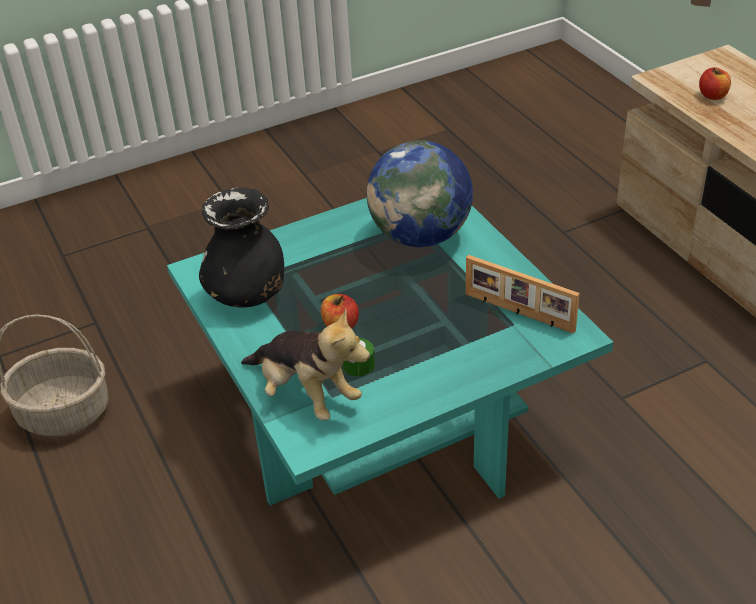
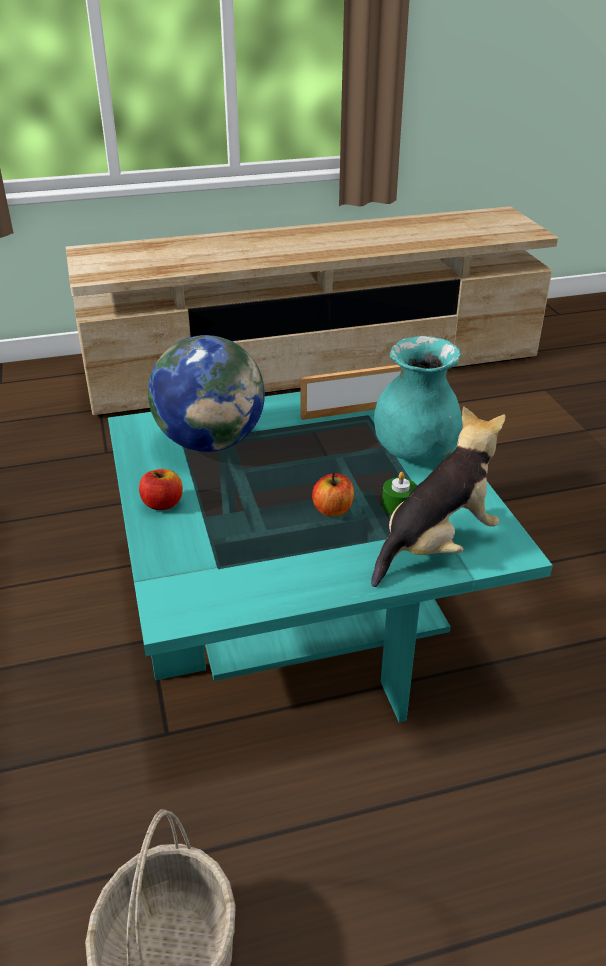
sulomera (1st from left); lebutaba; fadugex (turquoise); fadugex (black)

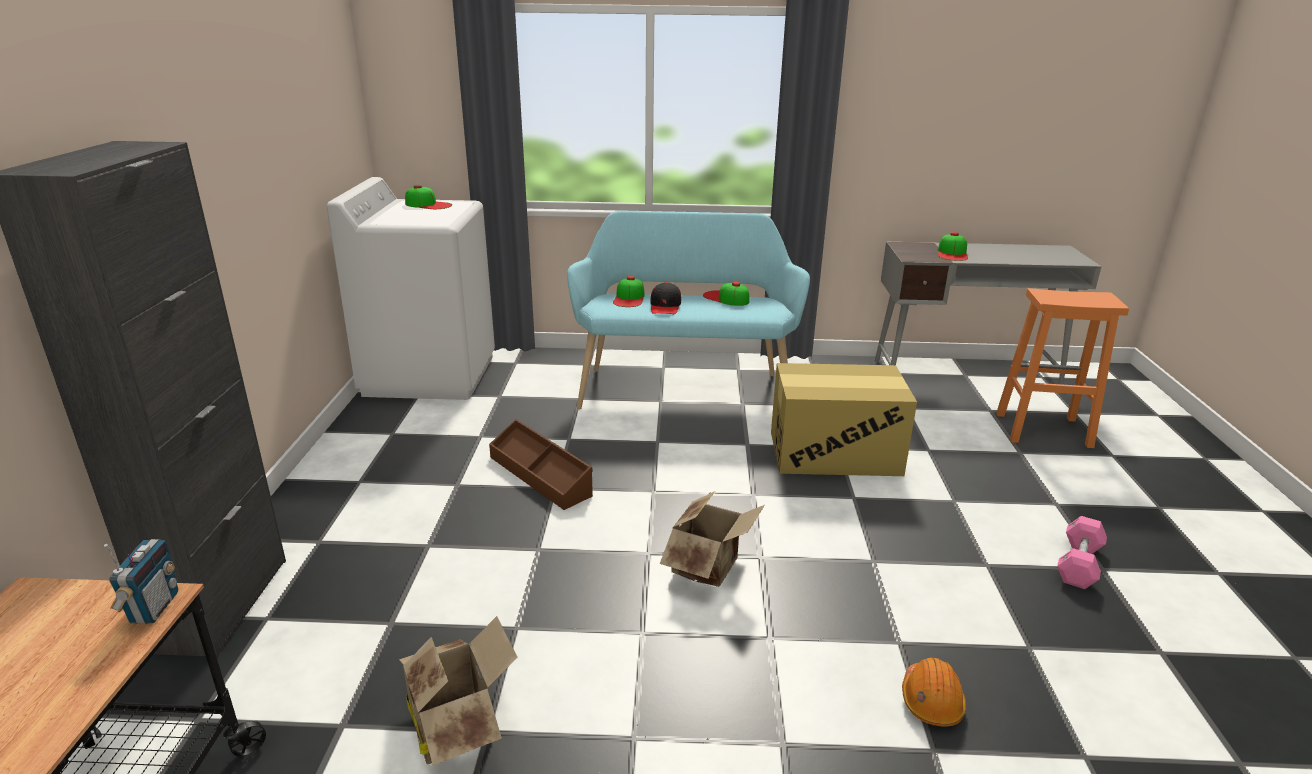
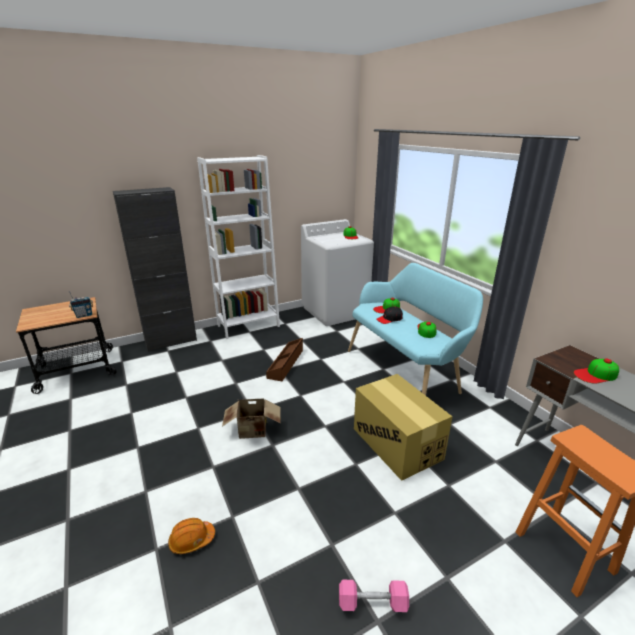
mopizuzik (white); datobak (1st from left in the first image)

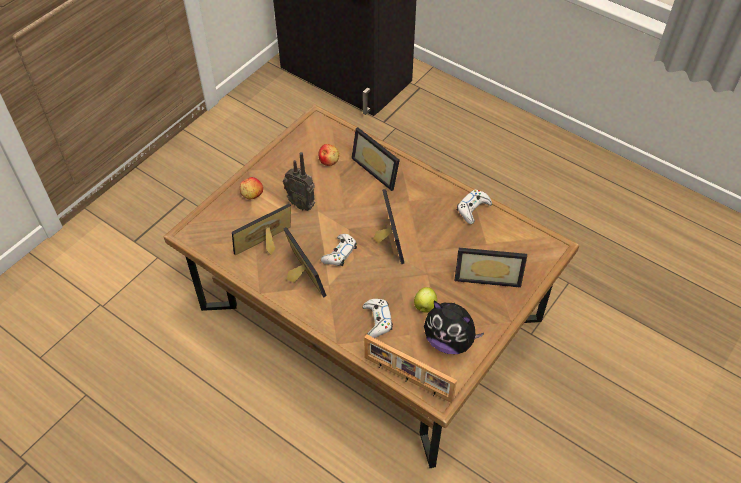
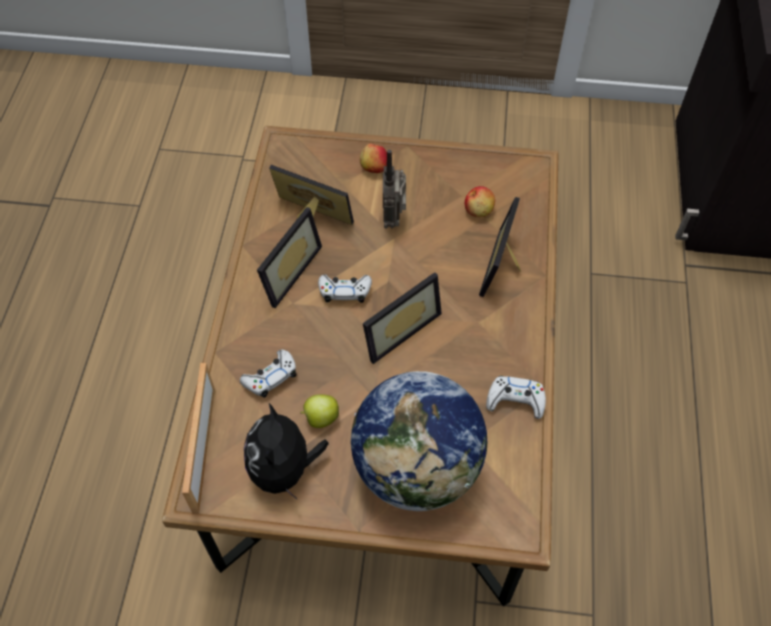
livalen

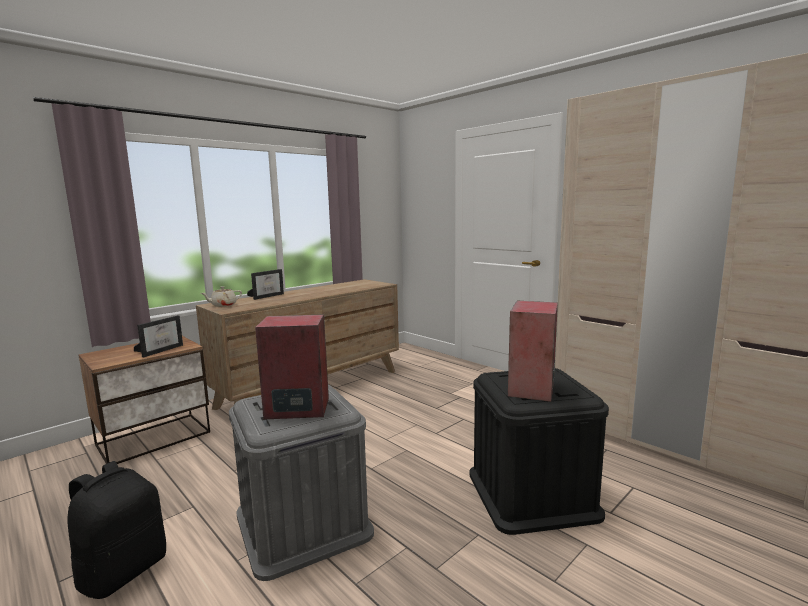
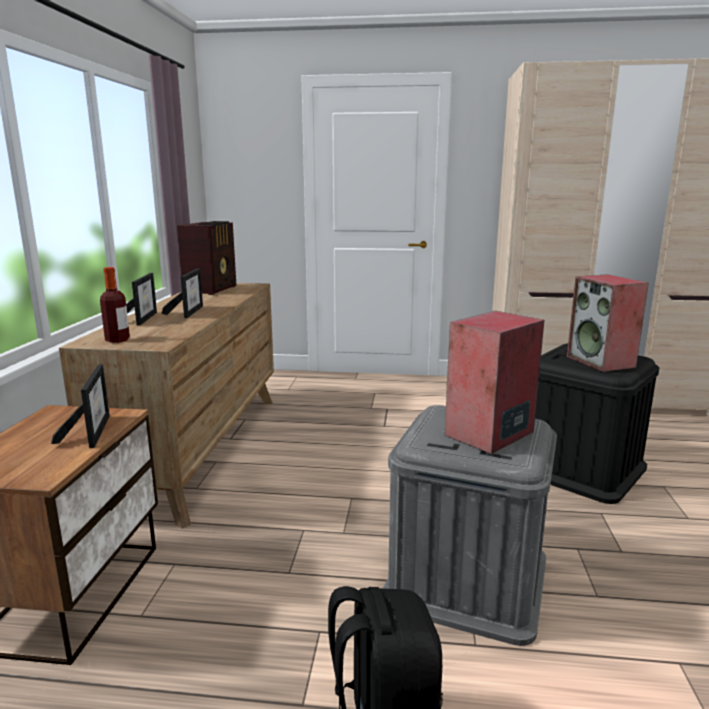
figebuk; lebutaba (3rd from left); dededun

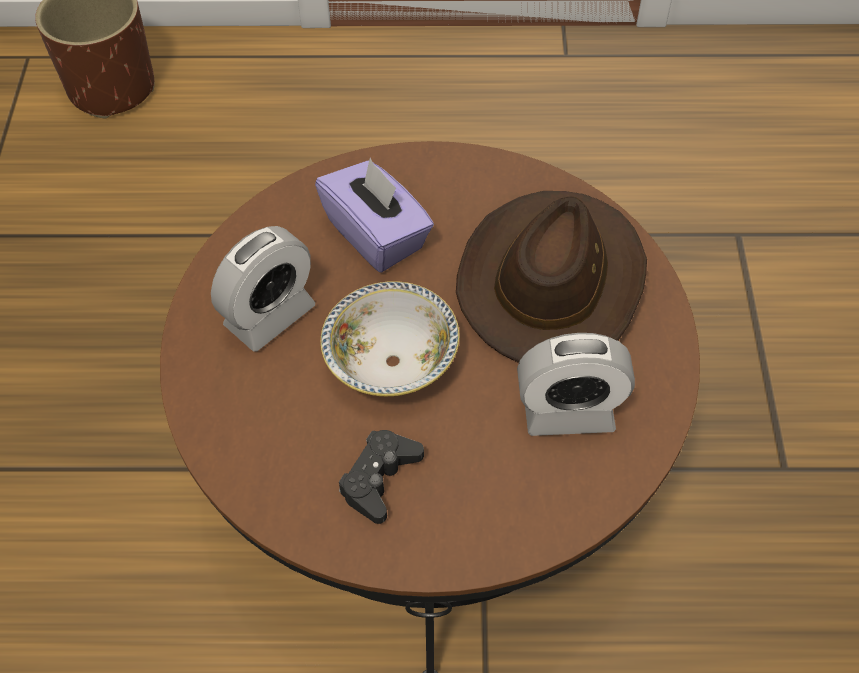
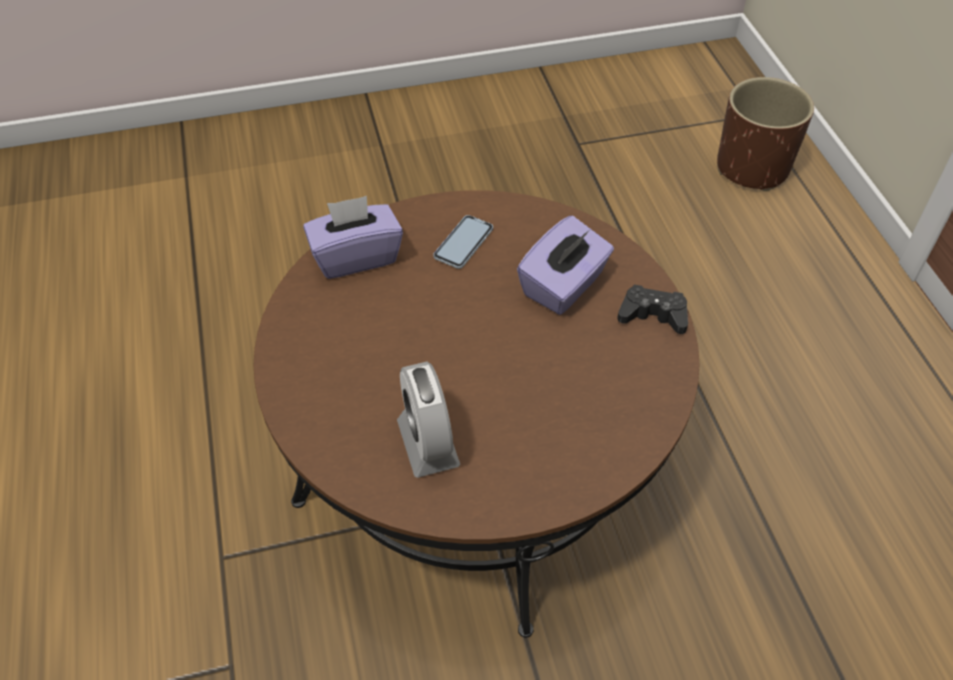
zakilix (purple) (1st from left); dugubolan; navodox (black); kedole; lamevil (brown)

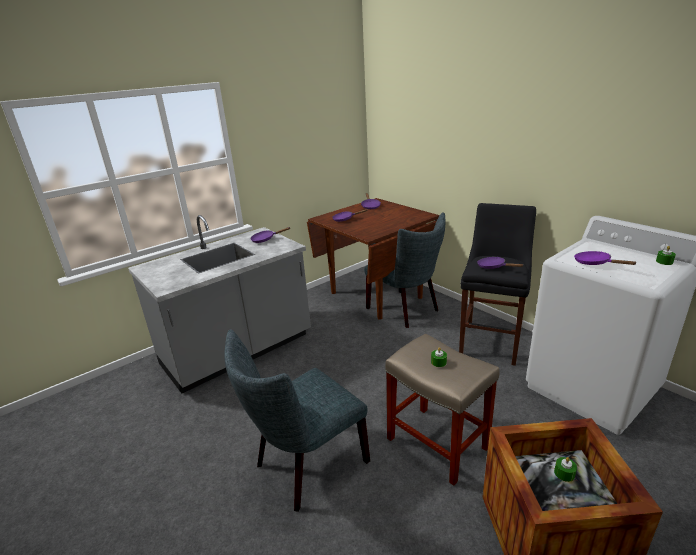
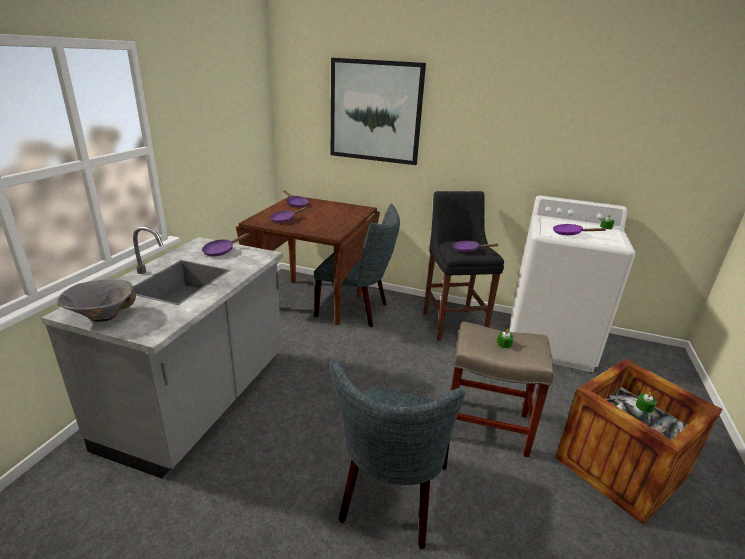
kedole (grey); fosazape

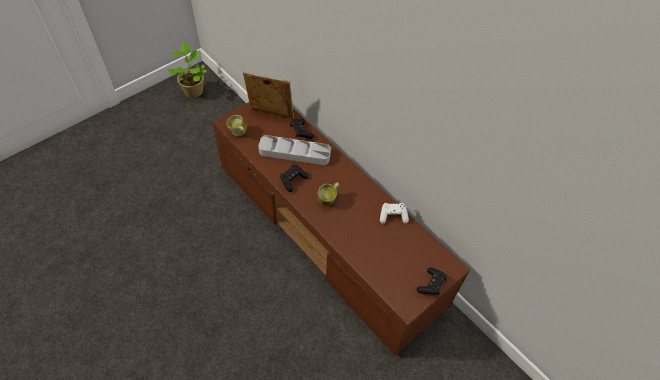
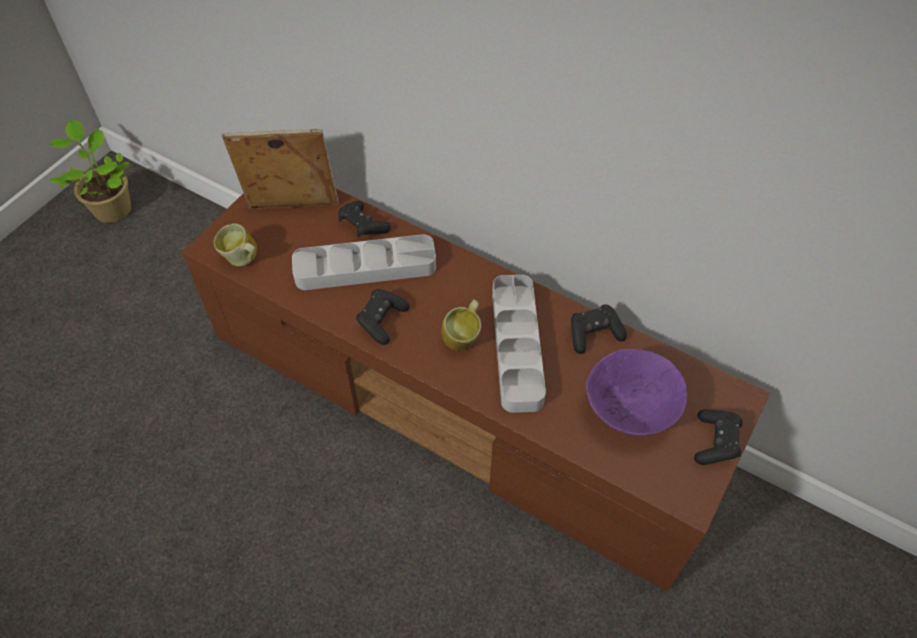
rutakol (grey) (2nd from left); navodox (black) (3rd from left); kedole (purple)

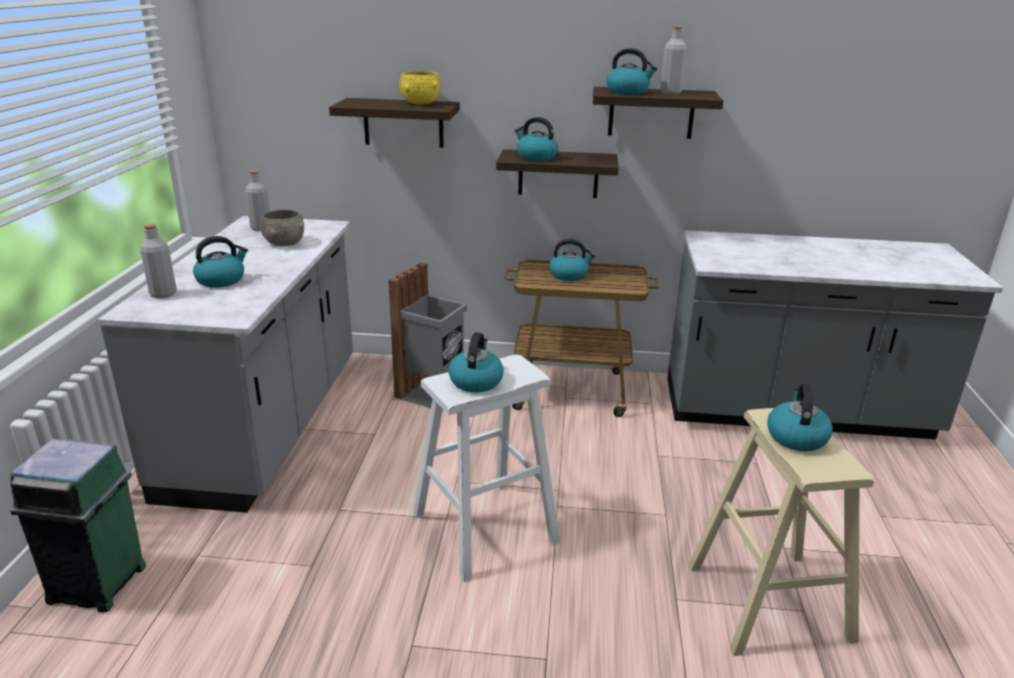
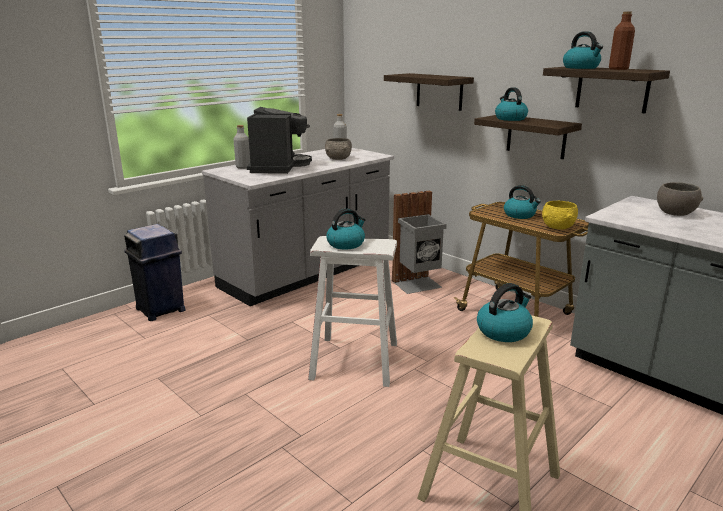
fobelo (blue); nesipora; kedole (yellow); figebuk (brown); kedole (grey) (2nd from left)

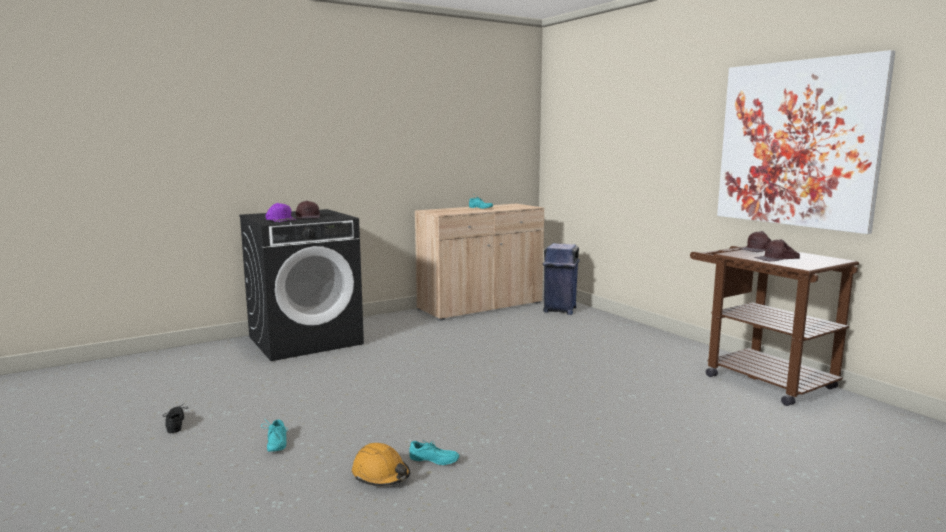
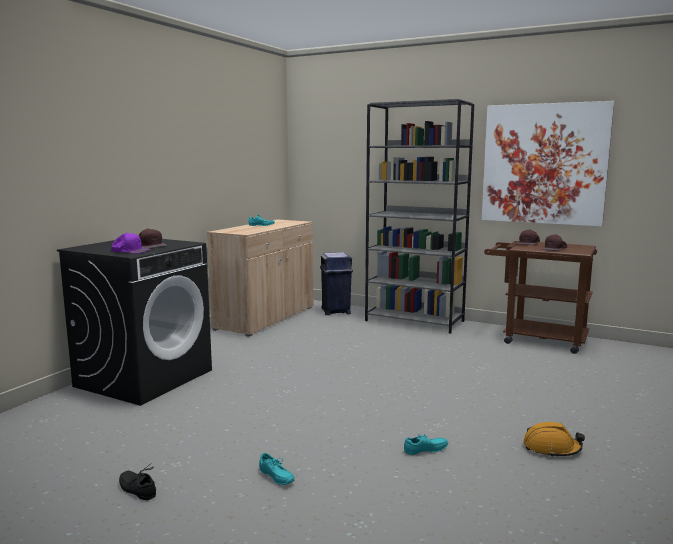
mopizuzik (grey); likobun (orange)

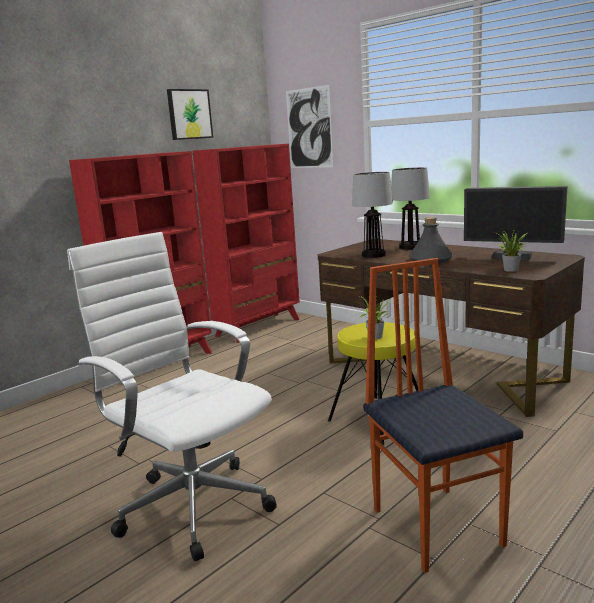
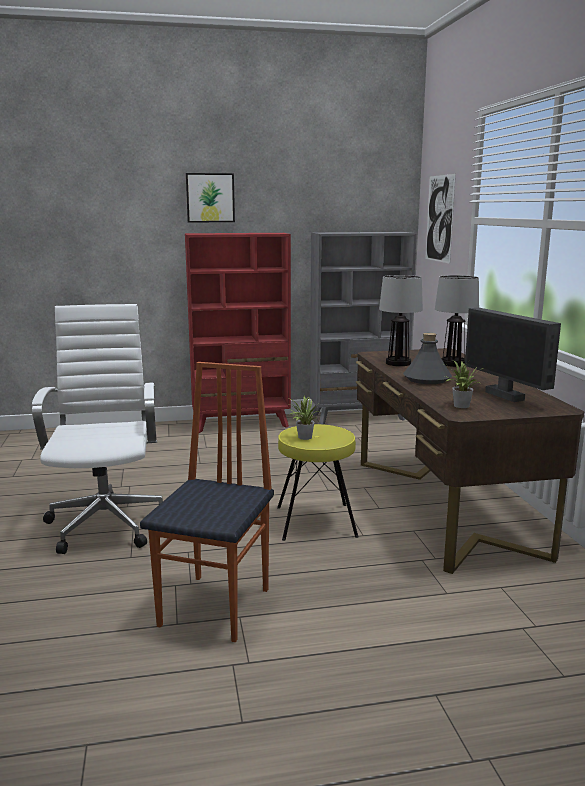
fosazape (1st from left); mopizuzik (grey)

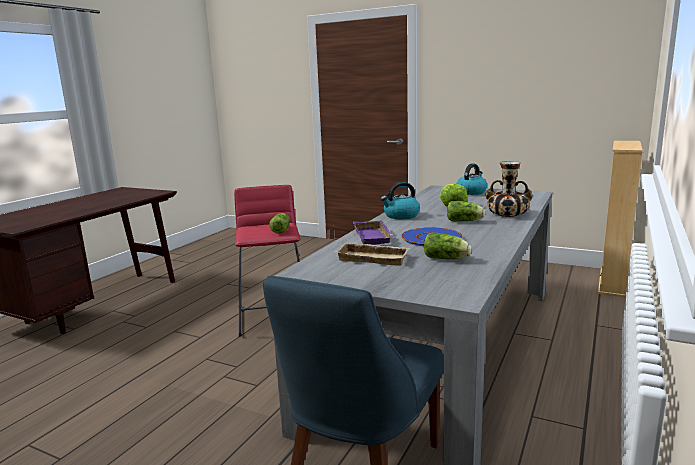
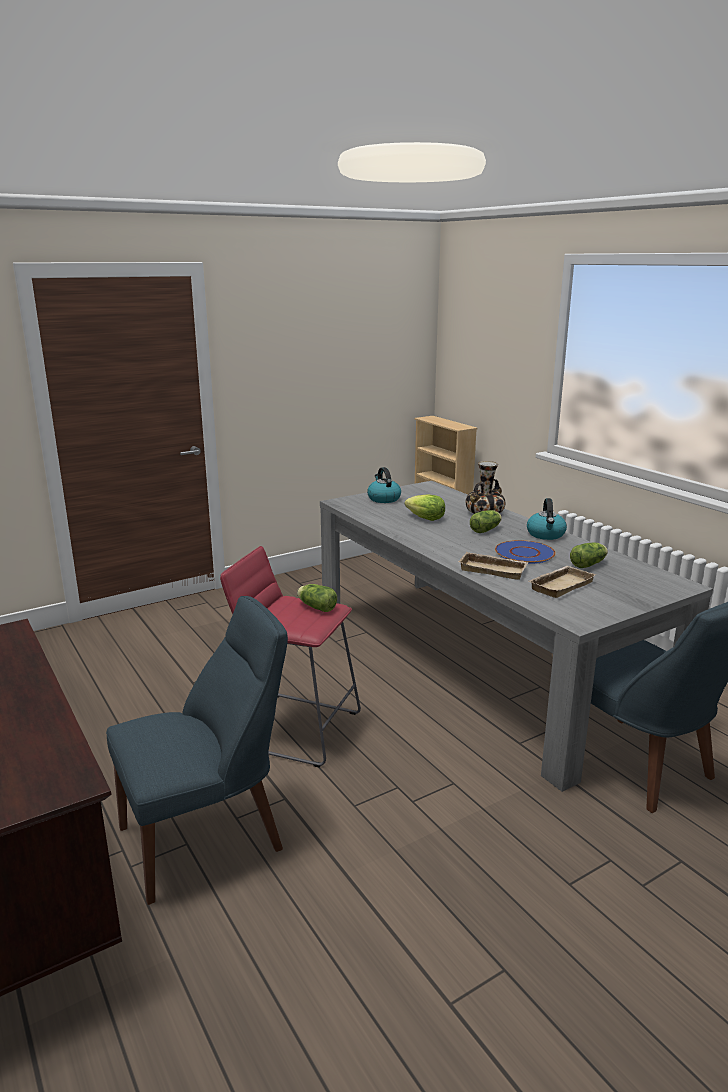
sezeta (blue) (1st from left); rutakol (beige) (1st from left); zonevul (2nd from left)

